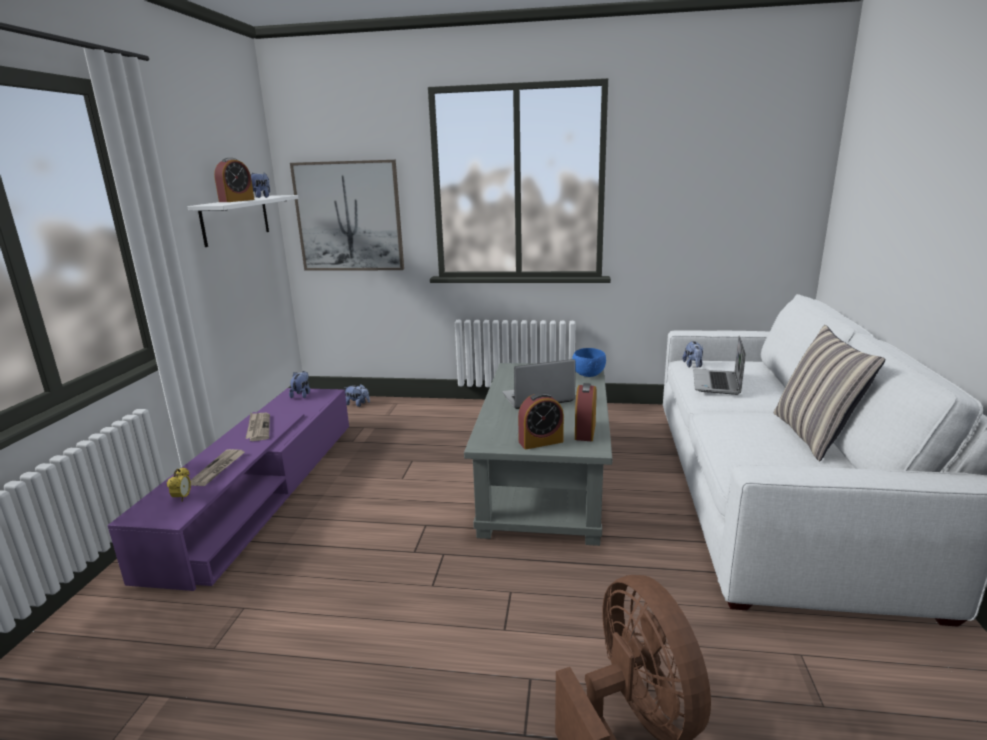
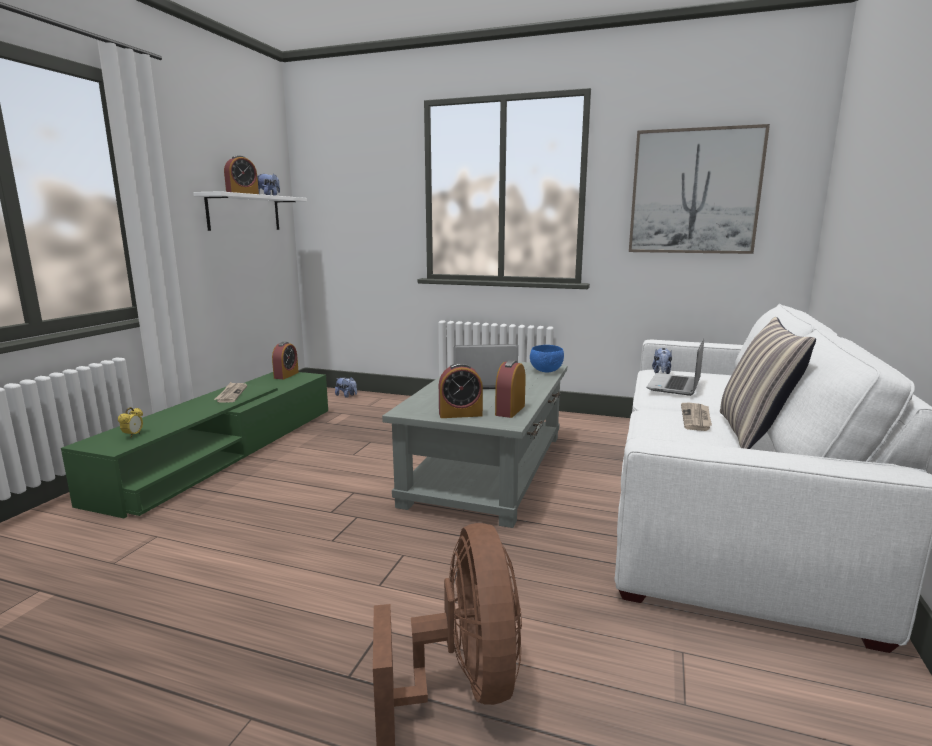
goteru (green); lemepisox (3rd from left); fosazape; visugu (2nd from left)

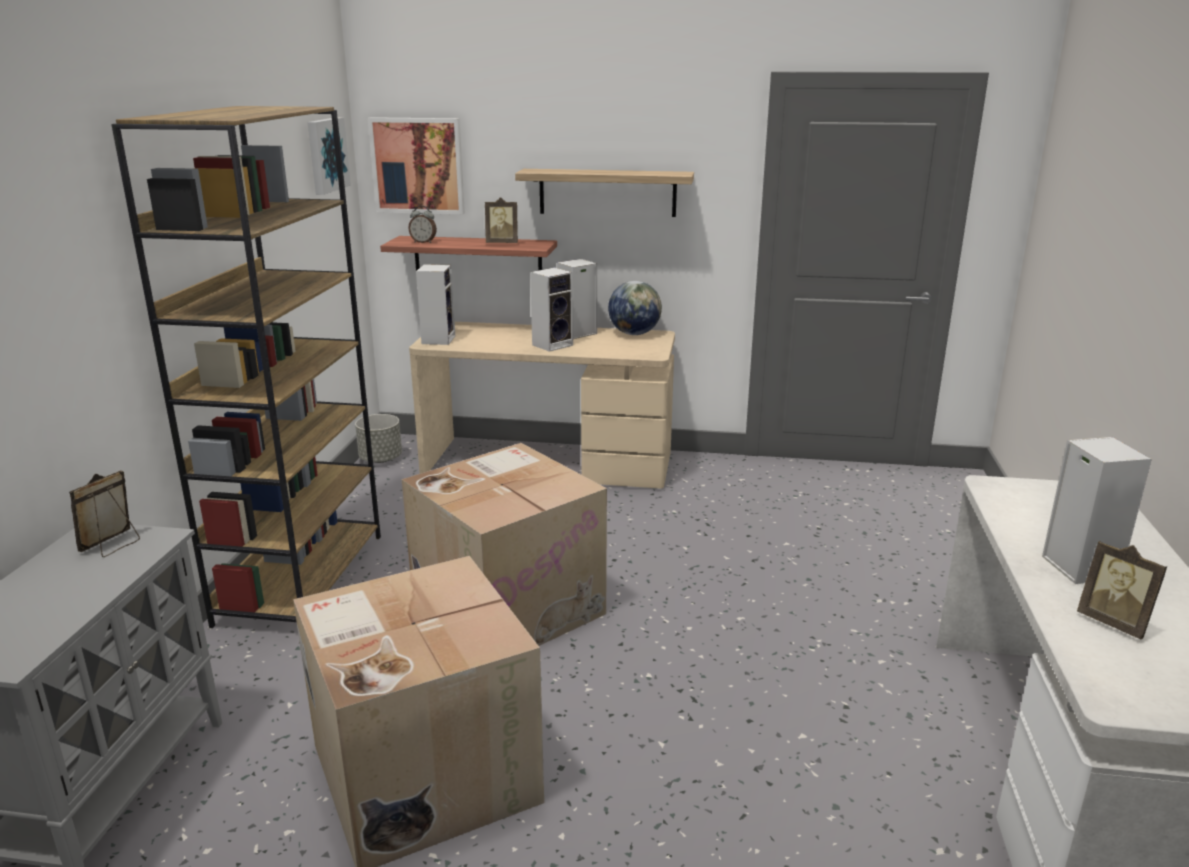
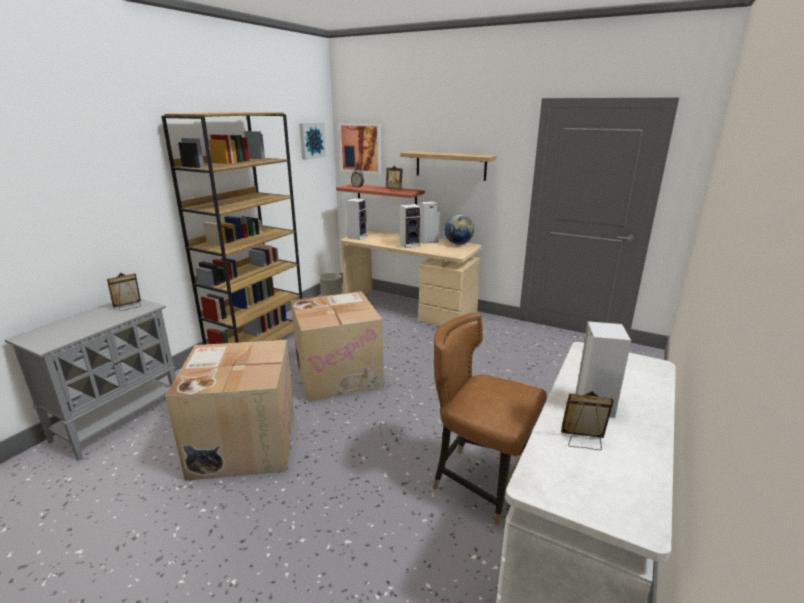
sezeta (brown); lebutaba (3rd from left)

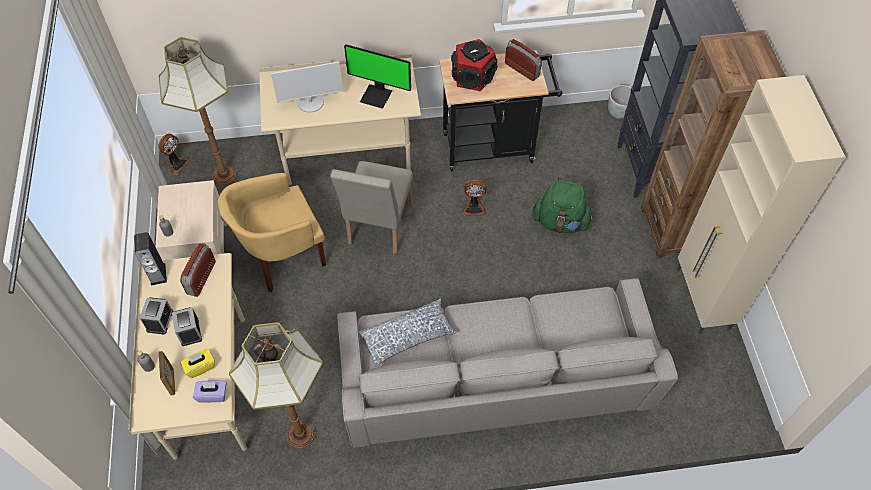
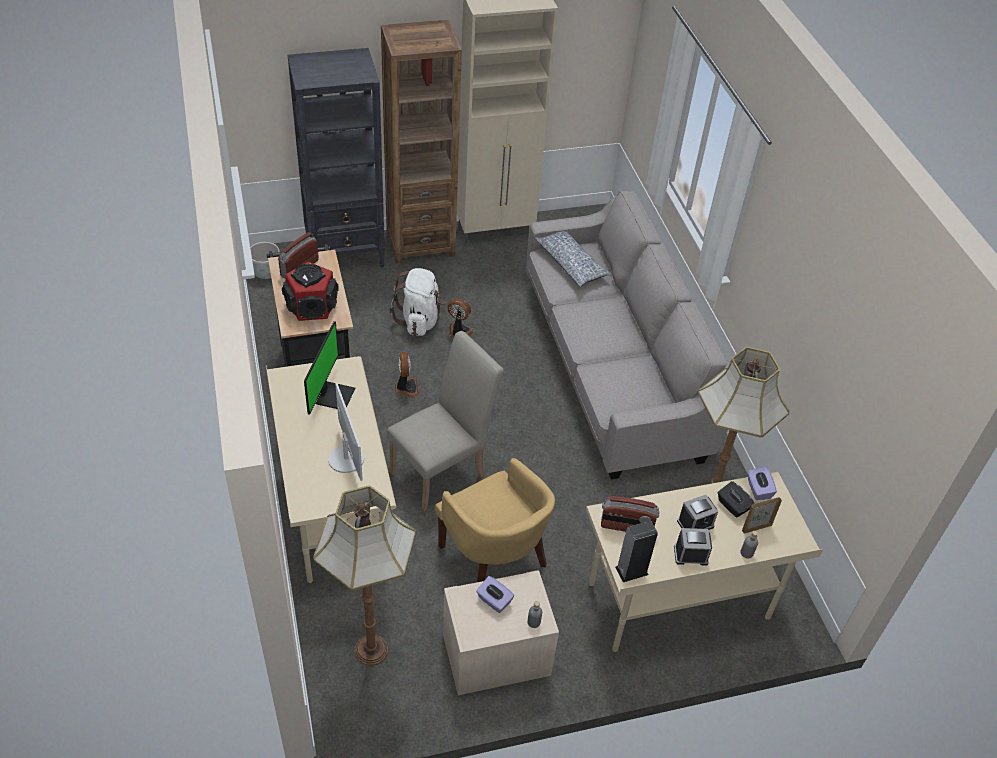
sezeta (beige); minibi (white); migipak (2nd from left); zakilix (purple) (1st from left); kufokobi; zakilix (black)

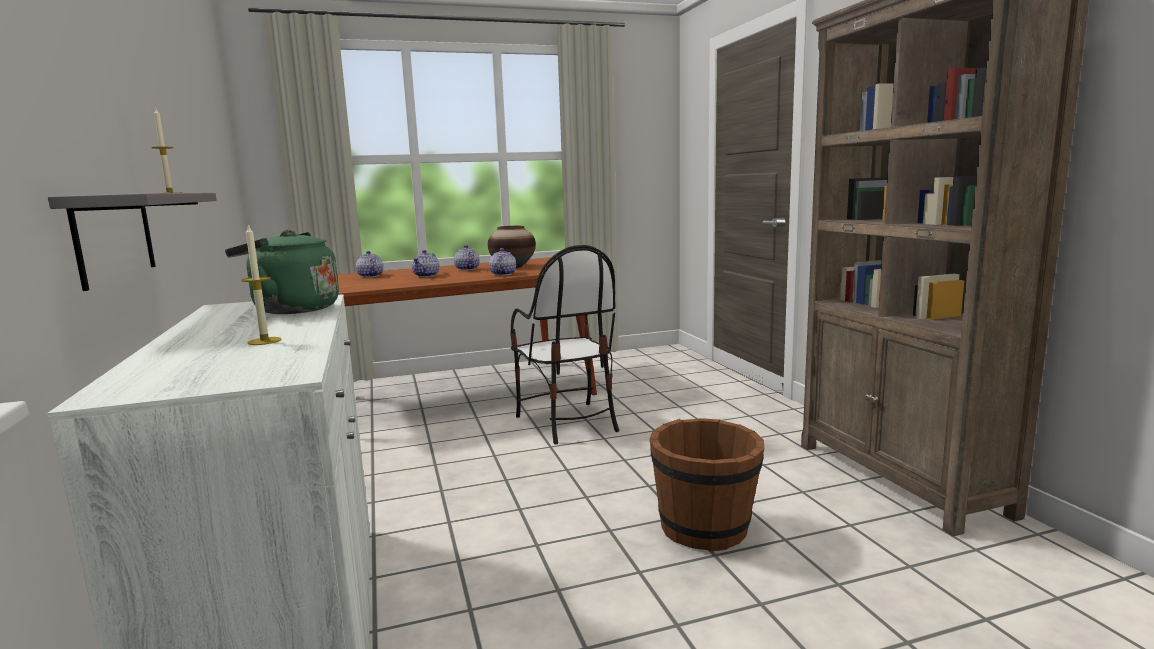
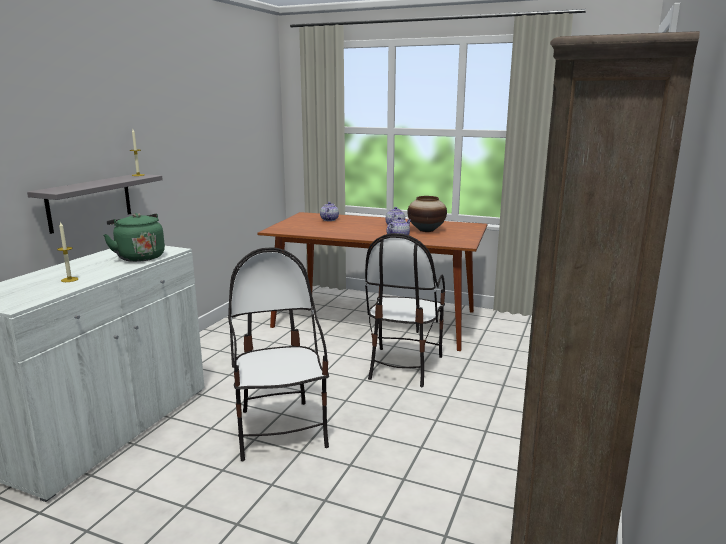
sezeta (1st from left); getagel (2nd from left in the first image); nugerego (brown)

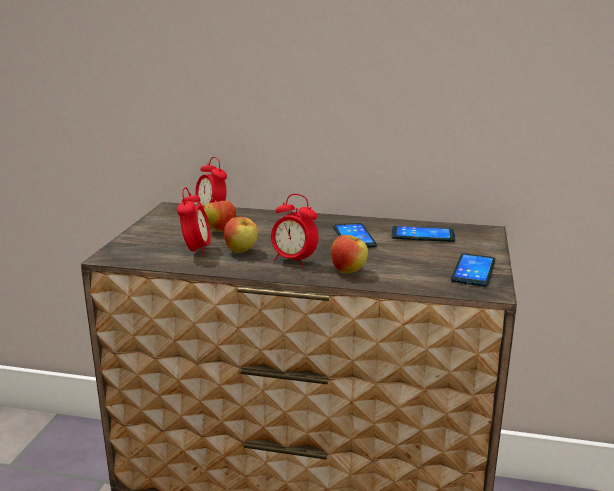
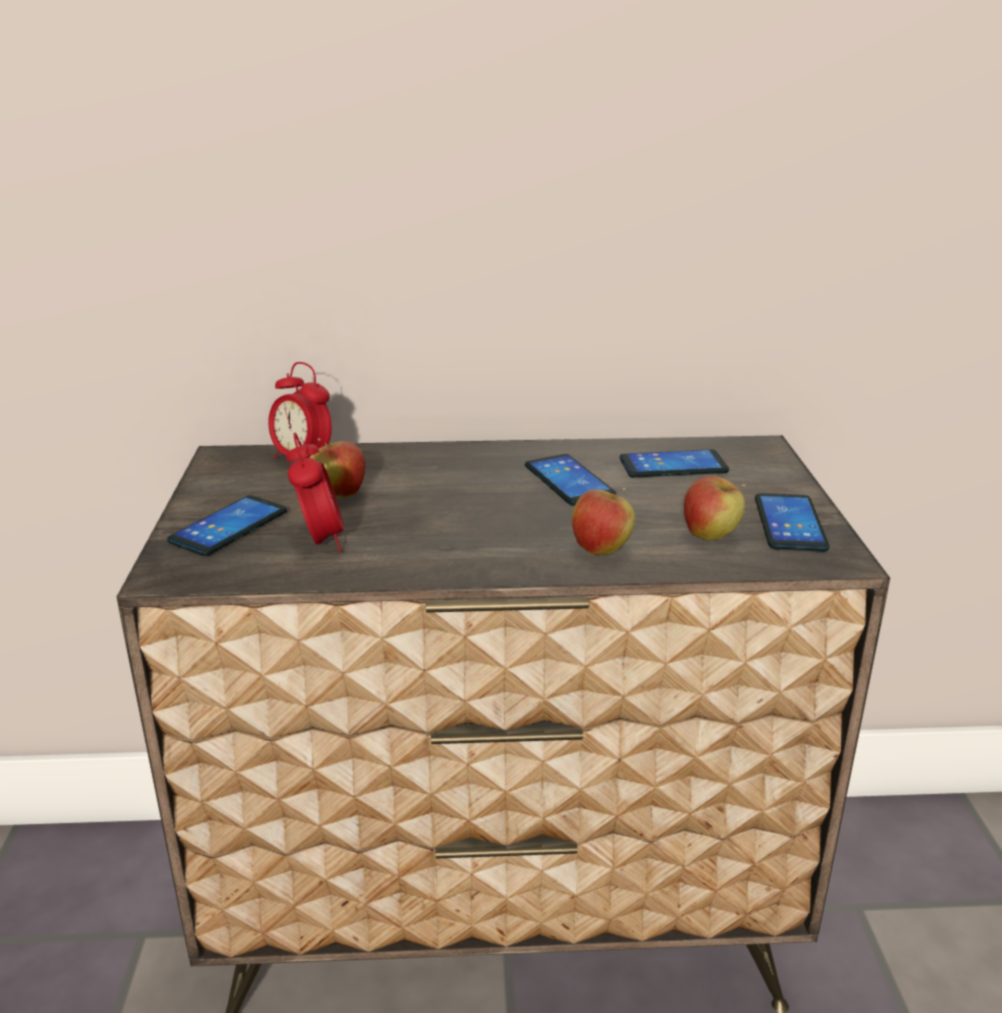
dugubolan (1st from left); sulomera (3rd from left); lemepisox (3rd from left in the first image)

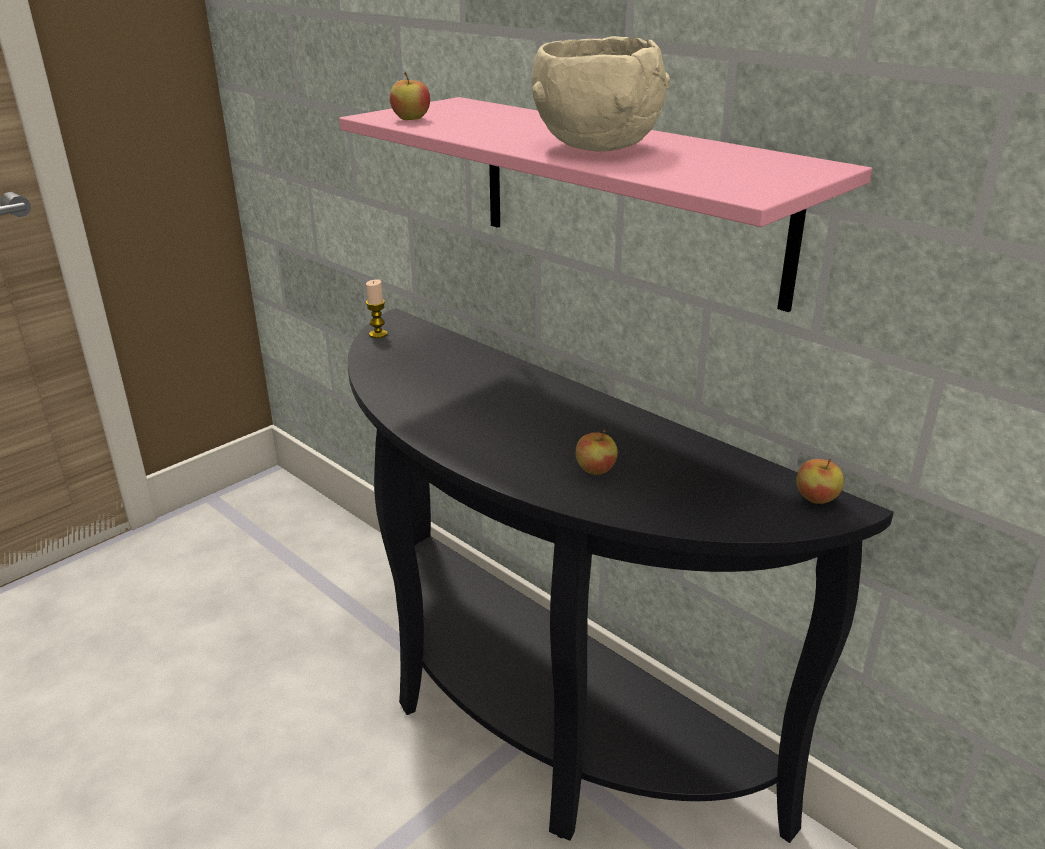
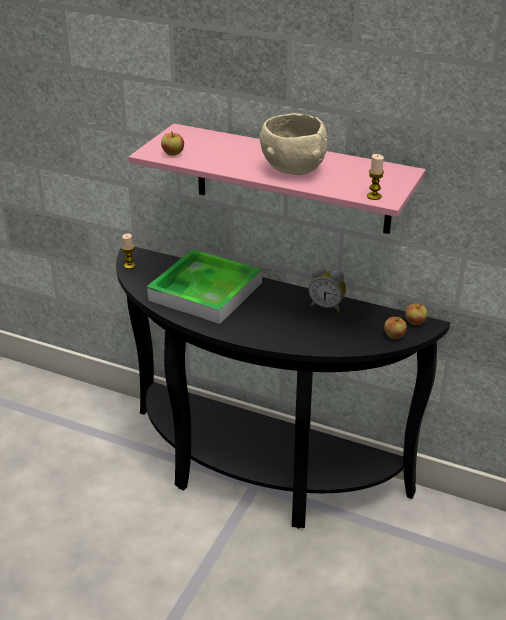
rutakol; lemepisox; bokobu (2nd from left); sulomera (2nd from left)

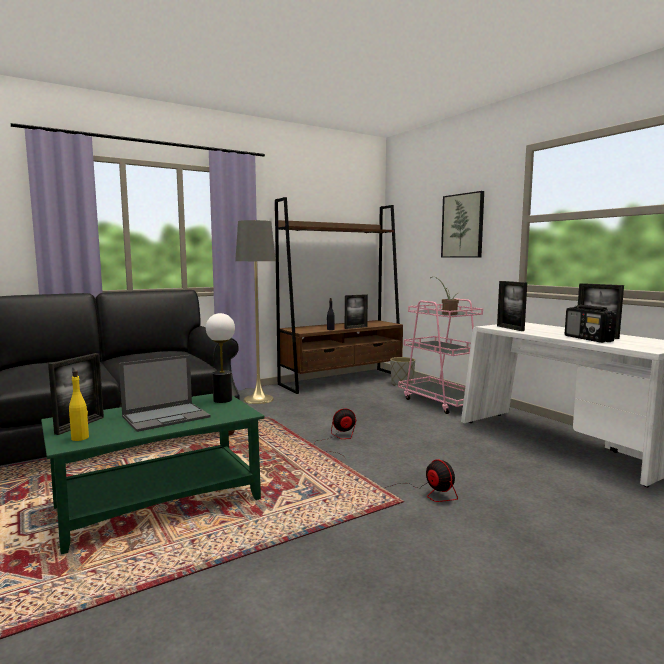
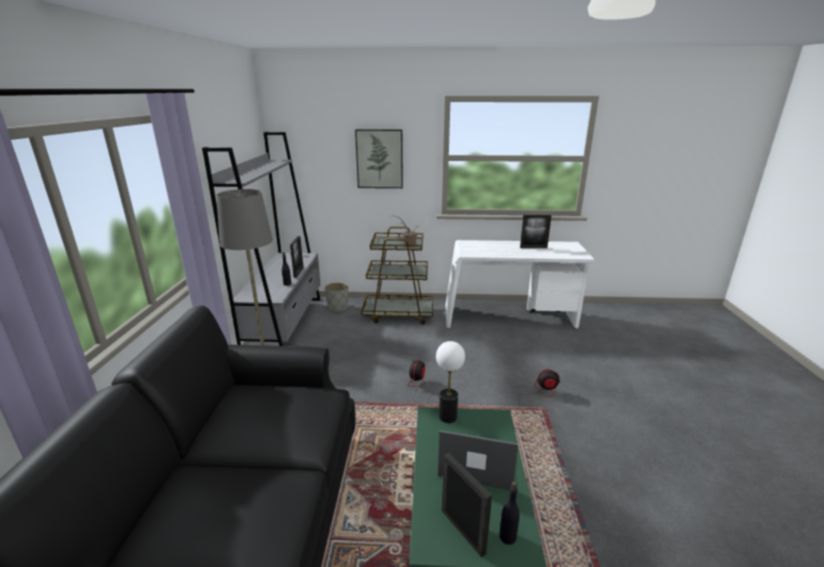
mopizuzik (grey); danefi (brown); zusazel; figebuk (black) (2nd from left); lebutaba (3rd from left in the first image); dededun

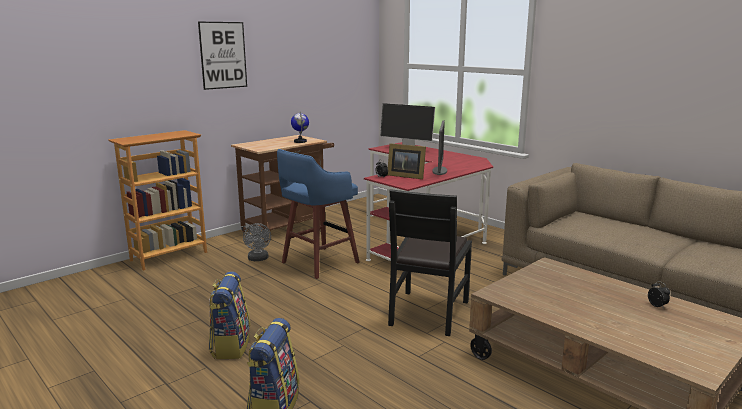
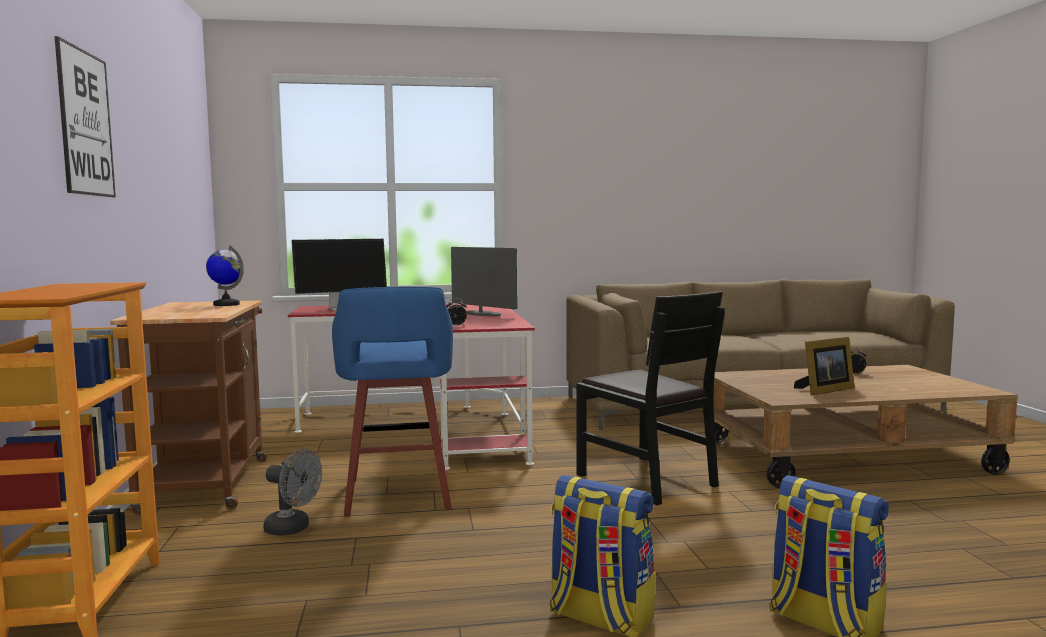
lebutaba

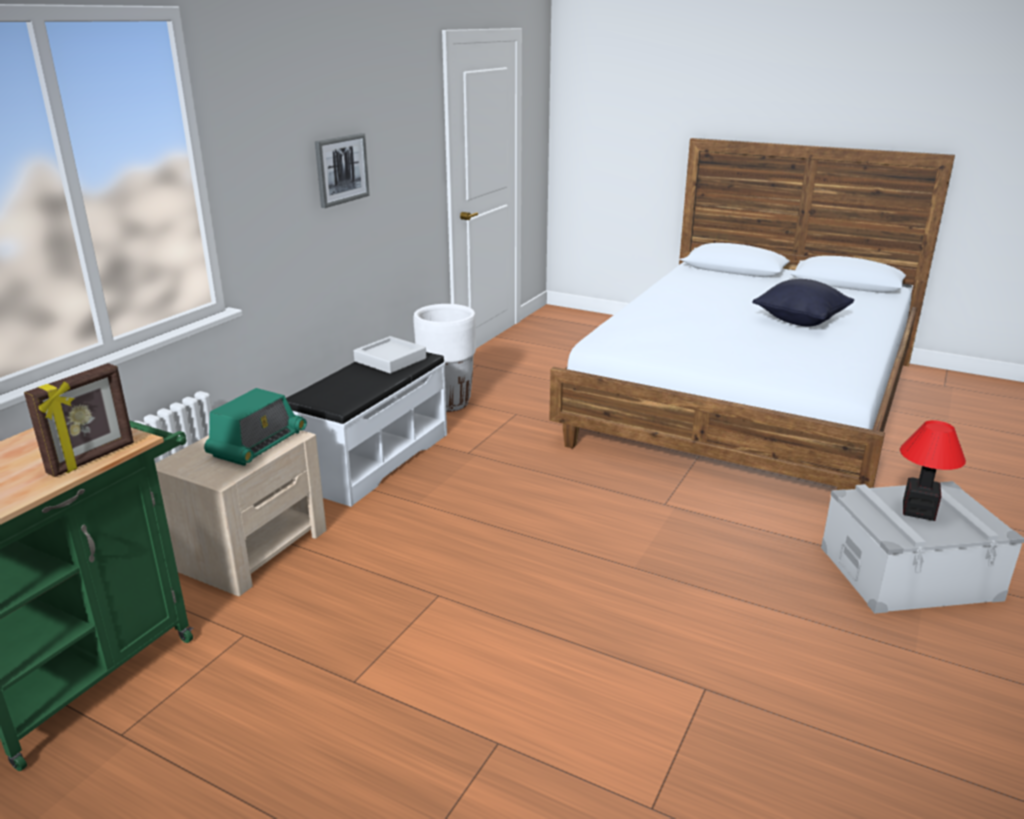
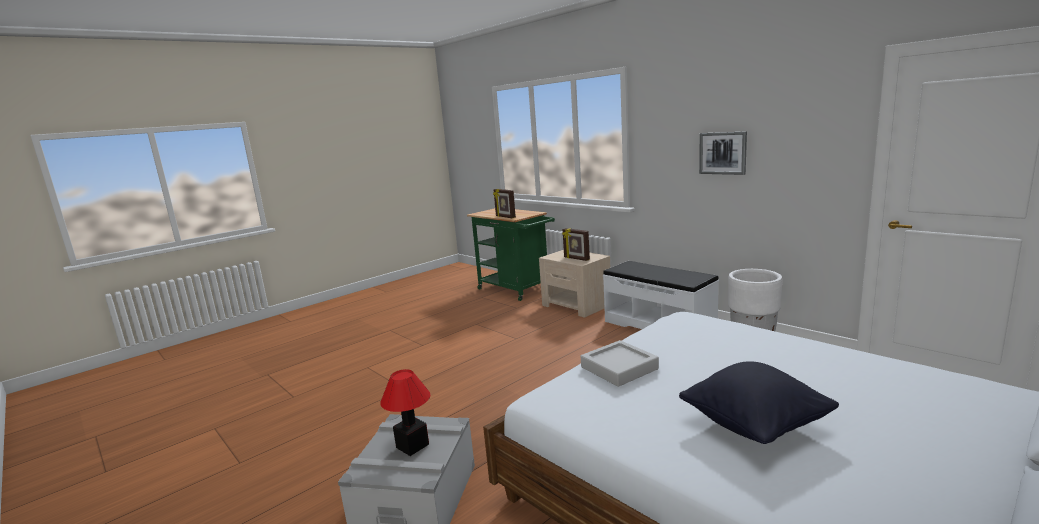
lebutaba (2nd from left); rutakol (grey)

